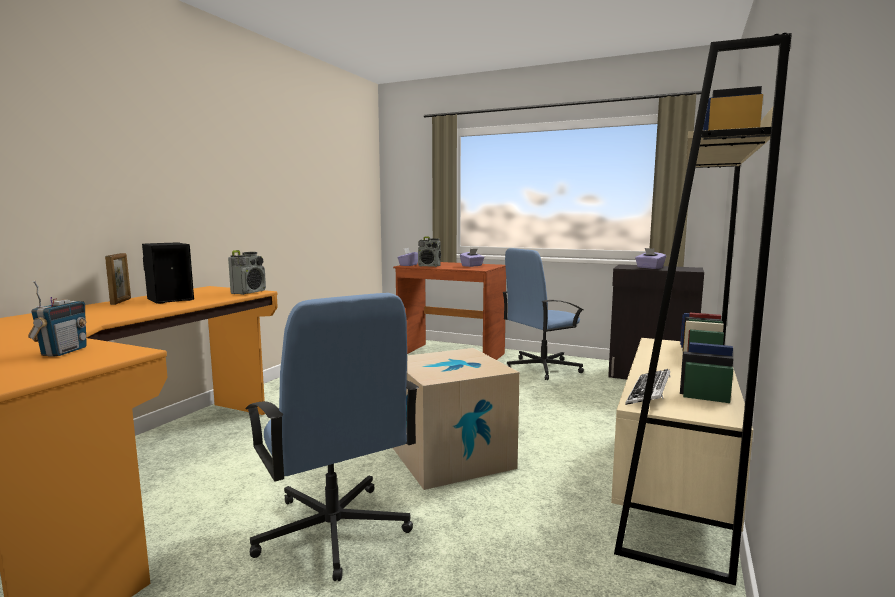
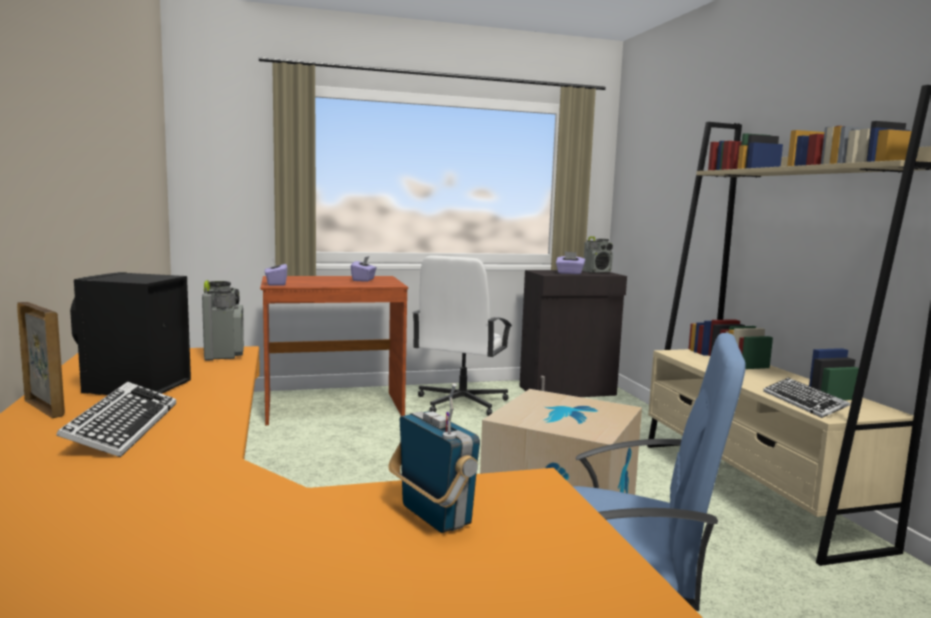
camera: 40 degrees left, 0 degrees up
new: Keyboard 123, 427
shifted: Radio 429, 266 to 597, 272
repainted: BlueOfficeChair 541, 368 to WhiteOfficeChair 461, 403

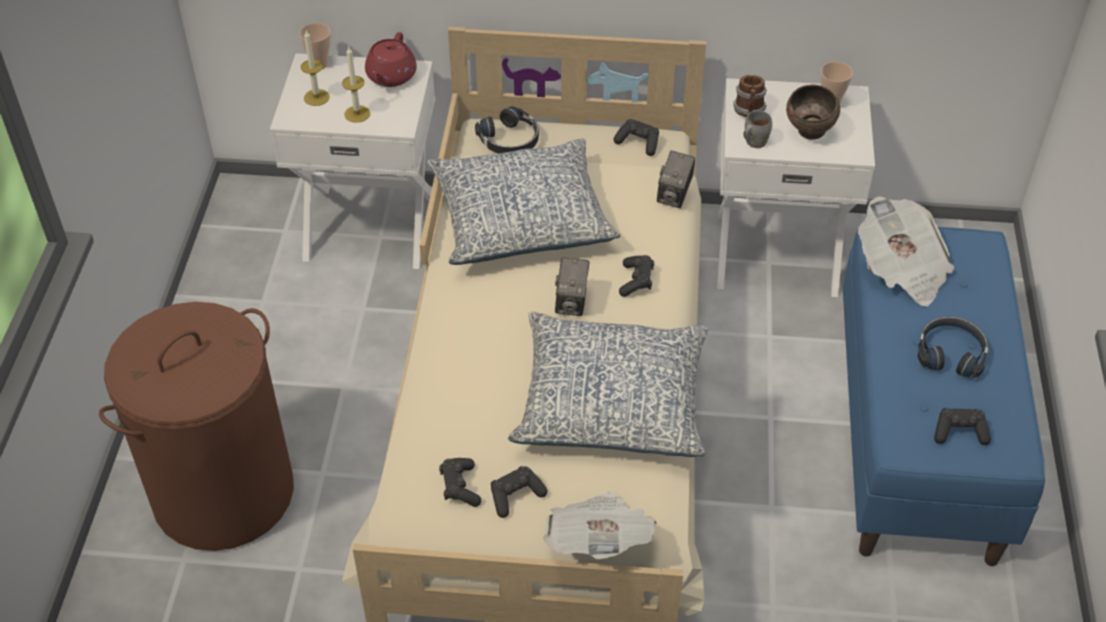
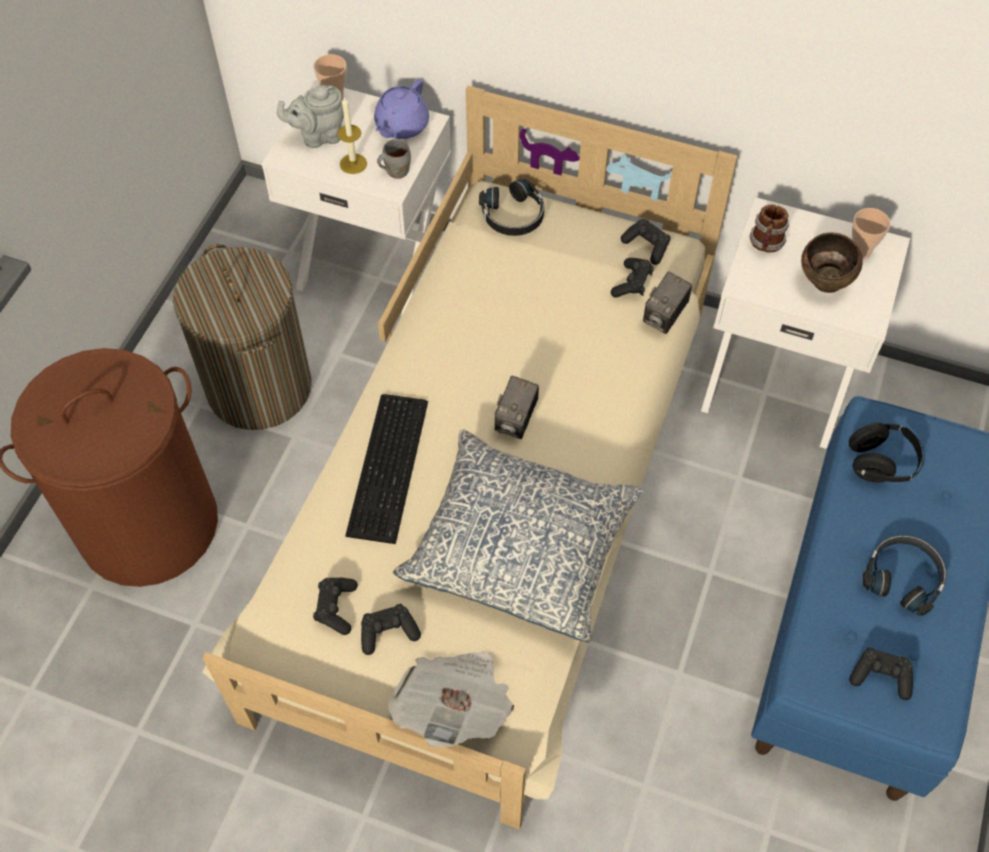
camera: 15 degrees right, 10 degrees up
gone: Pillow 521, 219
new: LaundryBasket 259, 387; Keyboard 391, 466
shifted: BlackGameController 636, 281 to 632, 284; GreyMug 754, 142 to 395, 170
swapped: Candle 316, 97 to GreyTeapot 319, 136; Newspaper 901, 270 to BlackHeadphones 881, 463
repainted: RedTeapot 391, 77 to PurpleTeapot 401, 126

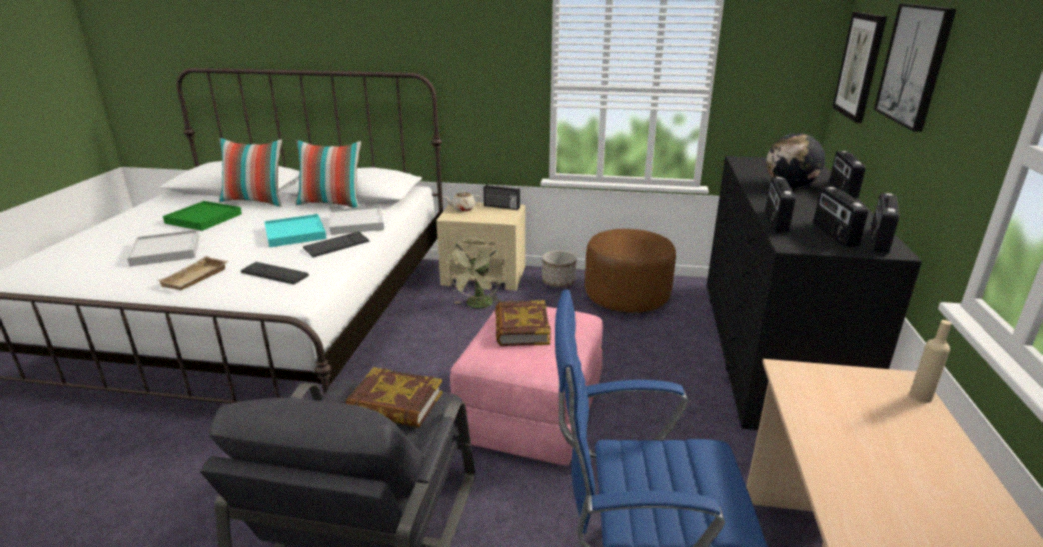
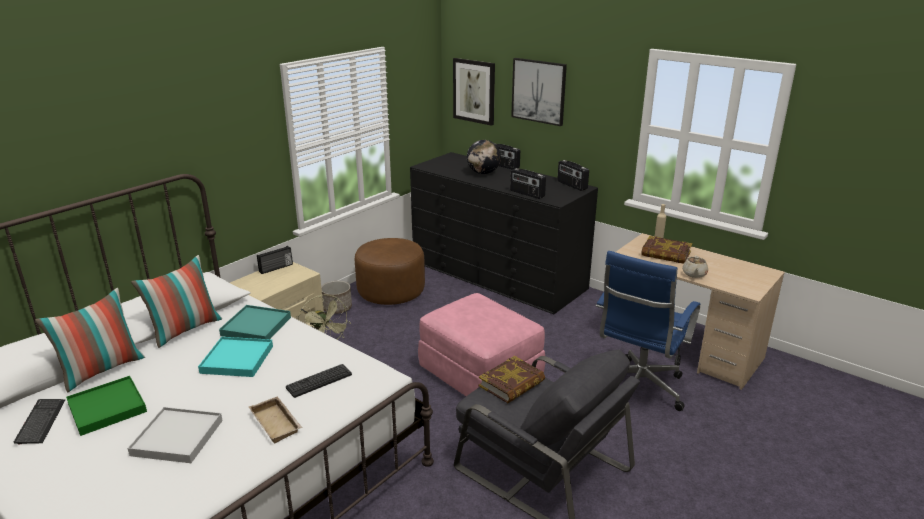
camera: 60 degrees left, 0 degrees up
gone: Radio 834, 235
shifted: Keyboard 336, 246 to 41, 422; BeigeTeapot 463, 209 to 694, 274; Book 521, 328 to 665, 254
repainted: WhiteTray 356, 223 to TurquoiseTray 256, 326

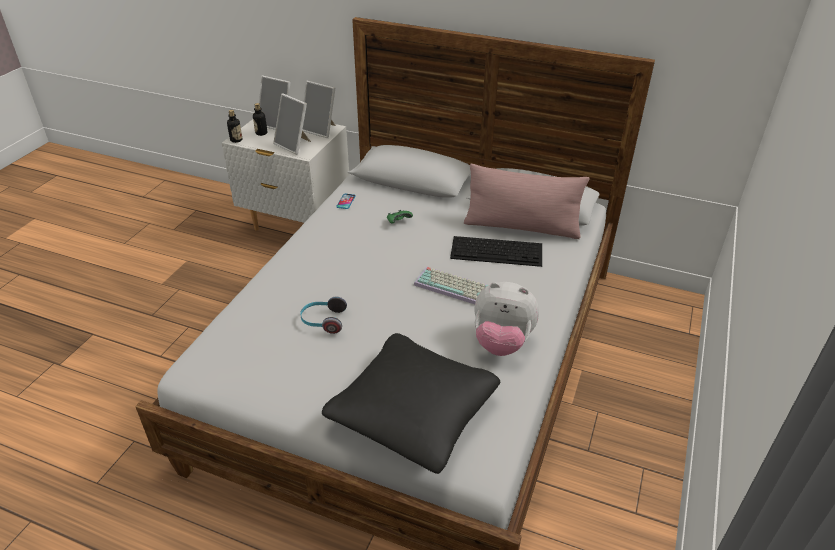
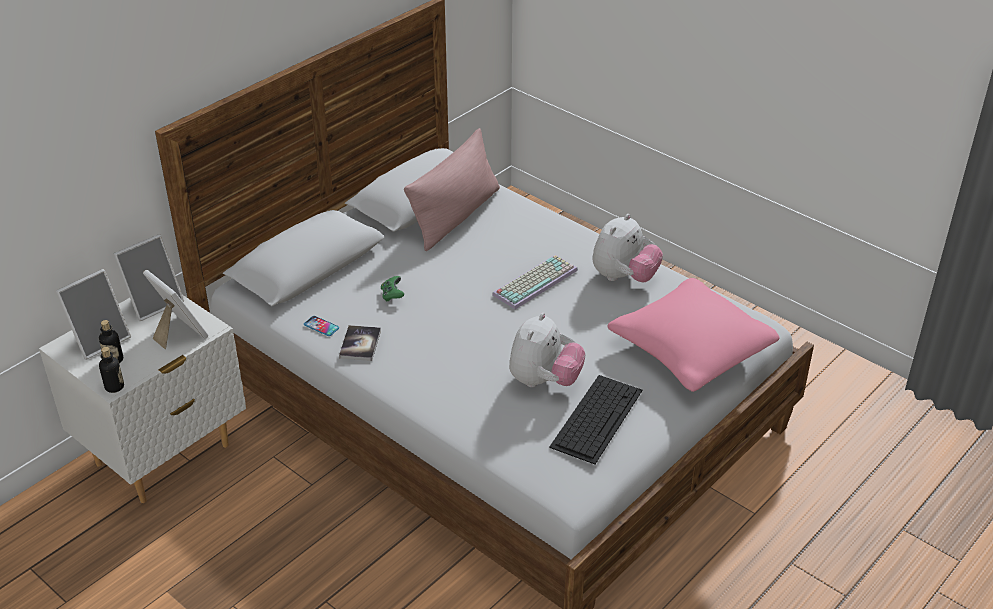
camera: 70 degrees left, 0 degrees up
new: Book 360, 344
shifted: Keyboard 497, 251 to 597, 417
swapped: Headphones 323, 321 to PlushToy 544, 381
repainted: BlackPillow 413, 413 to PinkPillow 691, 349
rotated: PictureFrame 294, 145 = 178, 333 105 degrees counterclockwise

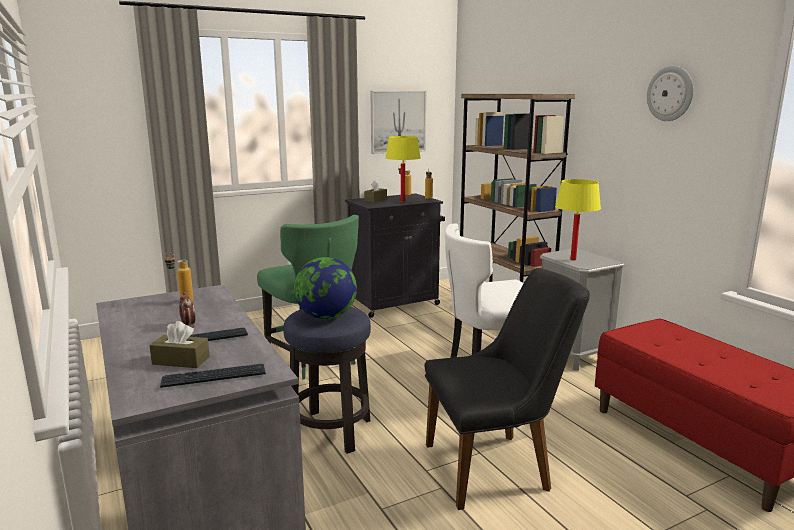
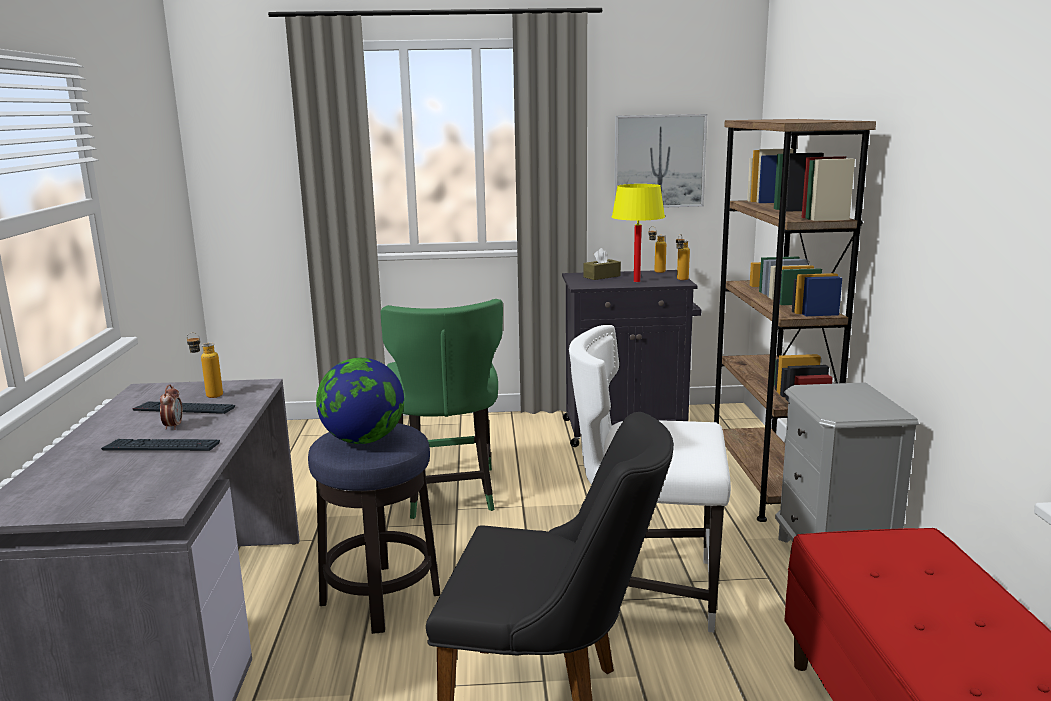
camera: 25 degrees right, 0 degrees up
gone: BrownTissueBox 181, 361; YellowTableLamp 573, 259; WallClock 670, 93
shifted: Keyboard 214, 377 to 184, 410

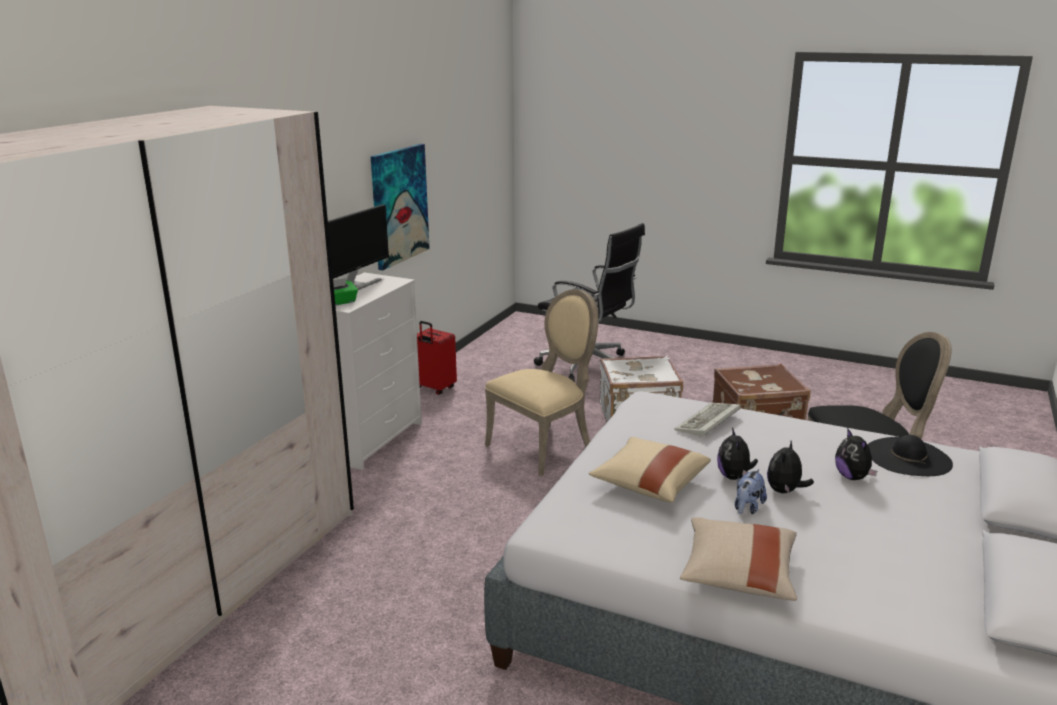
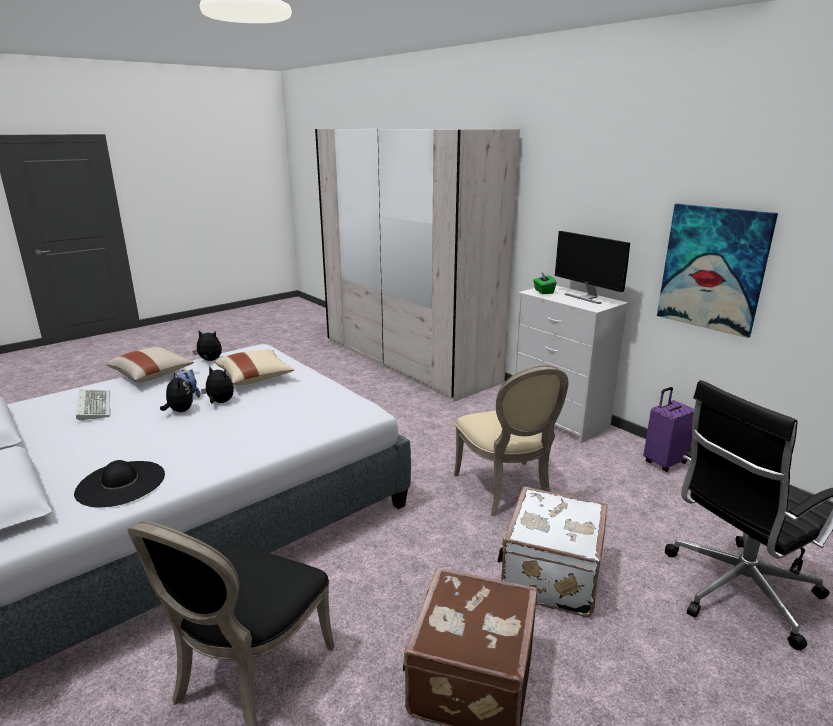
camera: 115 degrees right, 0 degrees up
shifted: Keyboard 707, 422 to 93, 406; PlushToy 853, 477 to 210, 360
repainted: RedSuitcase 434, 388 to PurpleSuitcase 664, 462

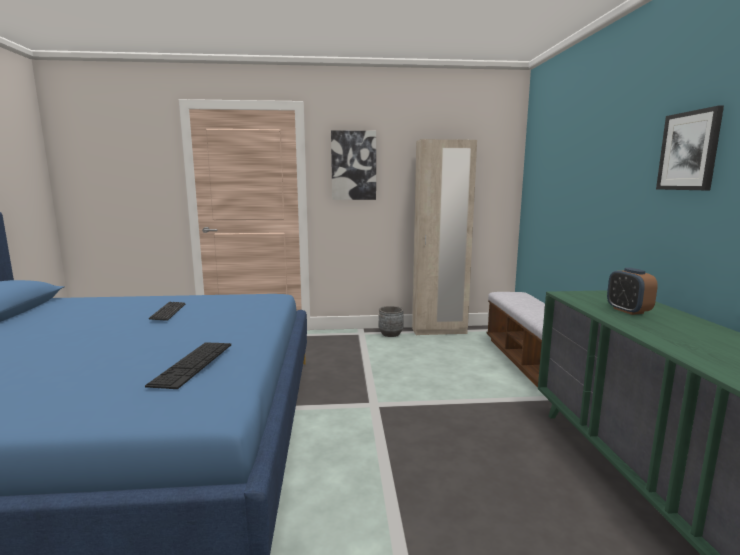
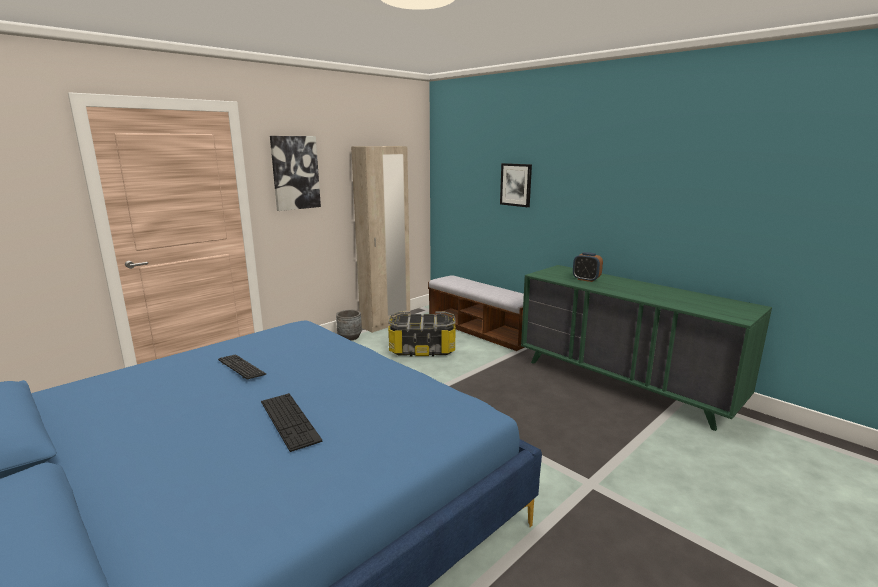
camera: 40 degrees left, 5 degrees up
new: StorageBox 422, 349
shifted: Keyboard 193, 363 to 289, 420; Picture 689, 151 to 516, 184

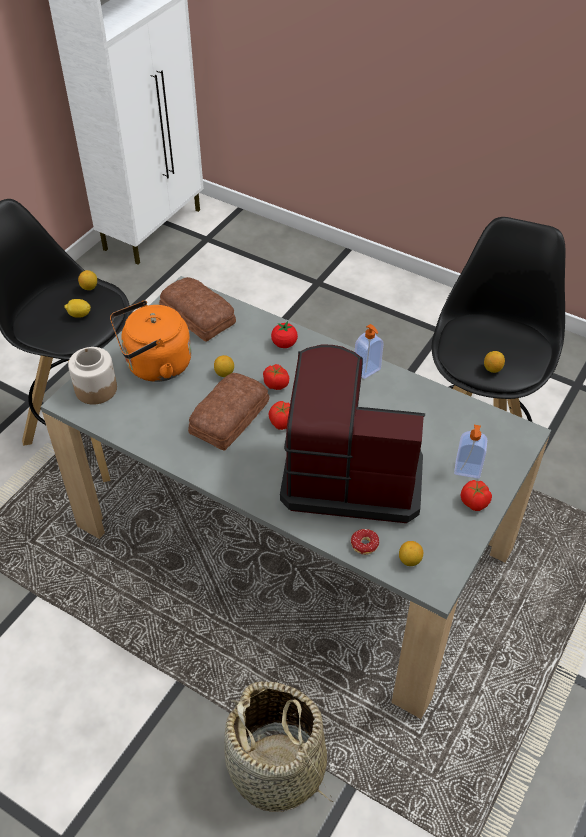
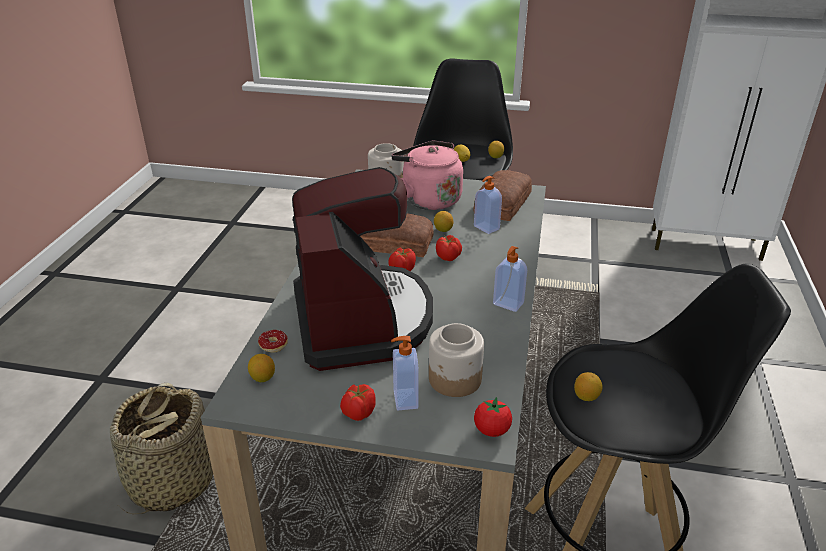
camera: 70 degrees right, 15 degrees down
new: Jar 455, 380; SoapDispenser 486, 228
shifted: Tomato 284, 344 to 492, 430
repainted: OrangeKettle 155, 366 to PinkKettle 428, 199

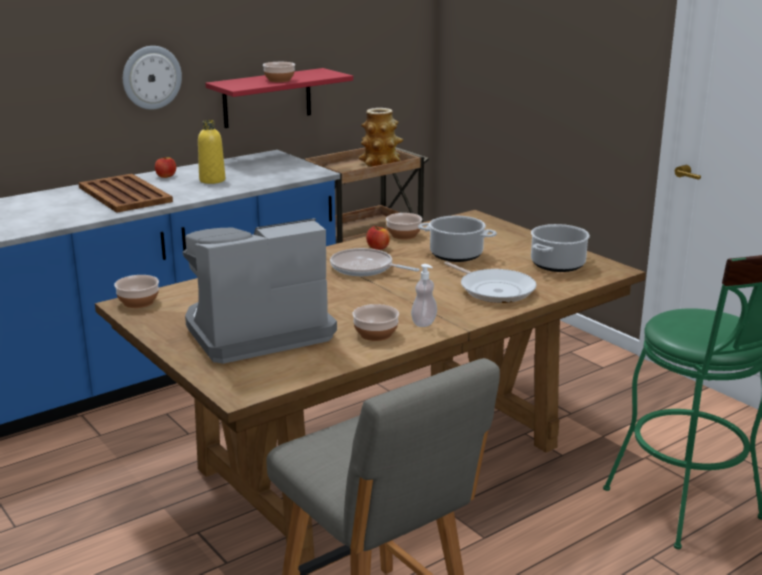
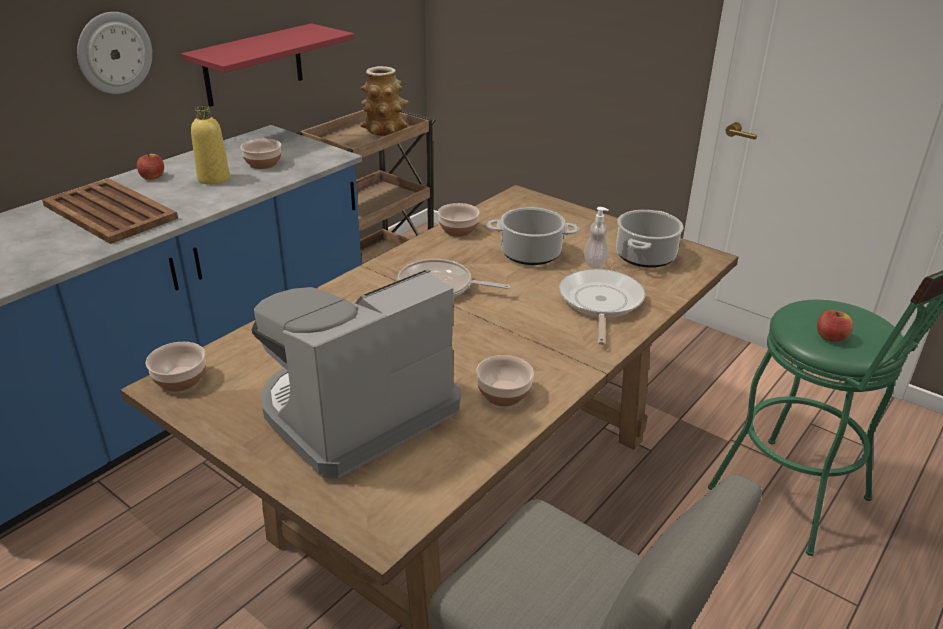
camera: 15 degrees left, 10 degrees up
shifted: Bowl 279, 80 to 263, 164; Apple 378, 247 to 831, 337; SoapDispenser 424, 323 to 594, 263
rotated: FryingPan 494, 290 = 600, 303 120 degrees counterclockwise

